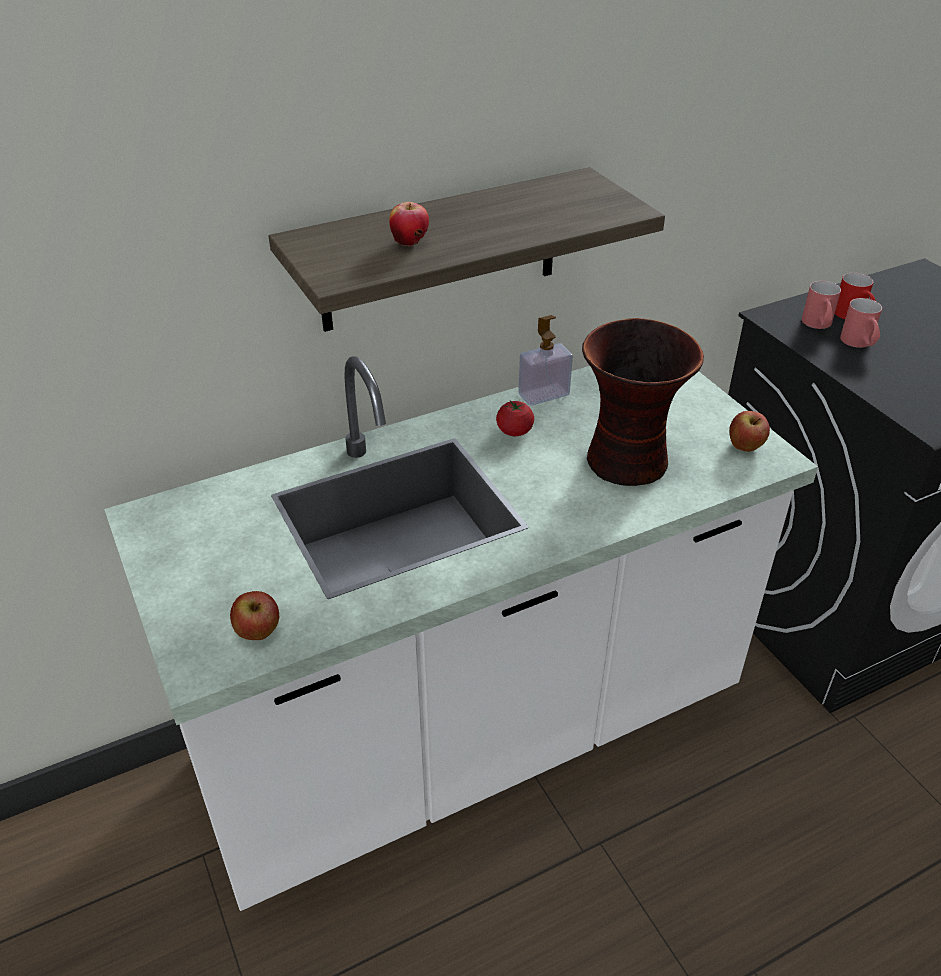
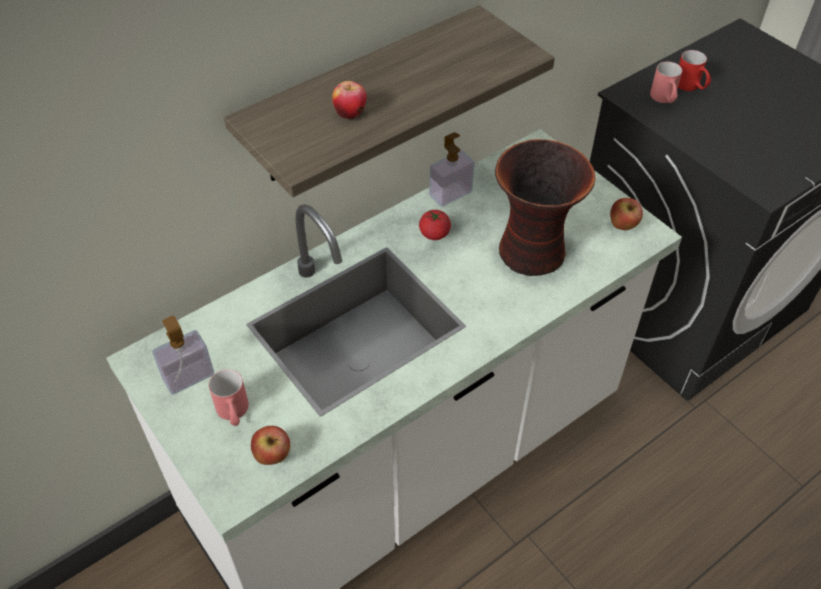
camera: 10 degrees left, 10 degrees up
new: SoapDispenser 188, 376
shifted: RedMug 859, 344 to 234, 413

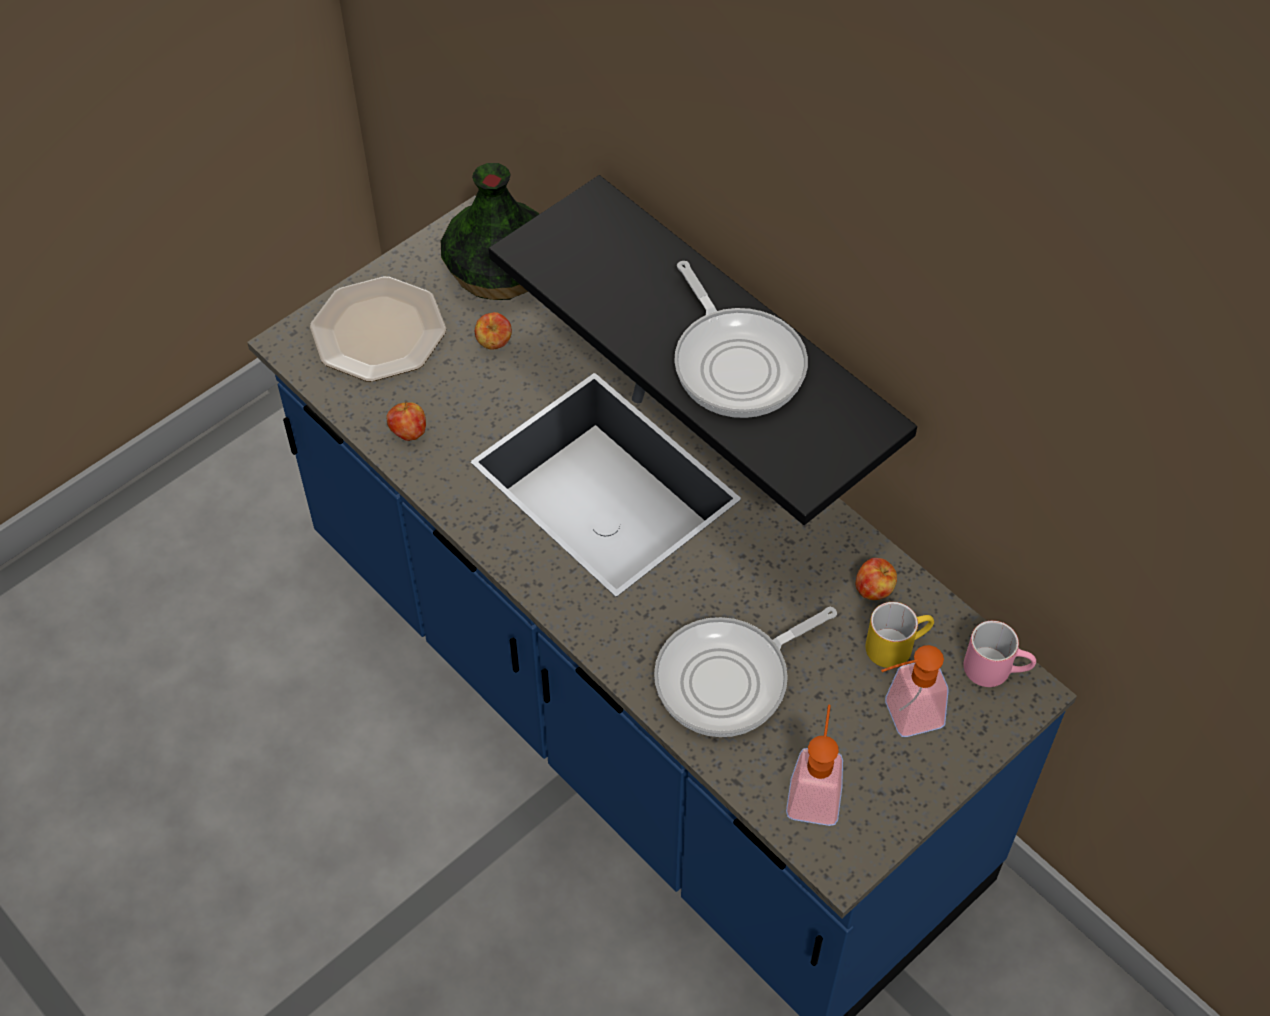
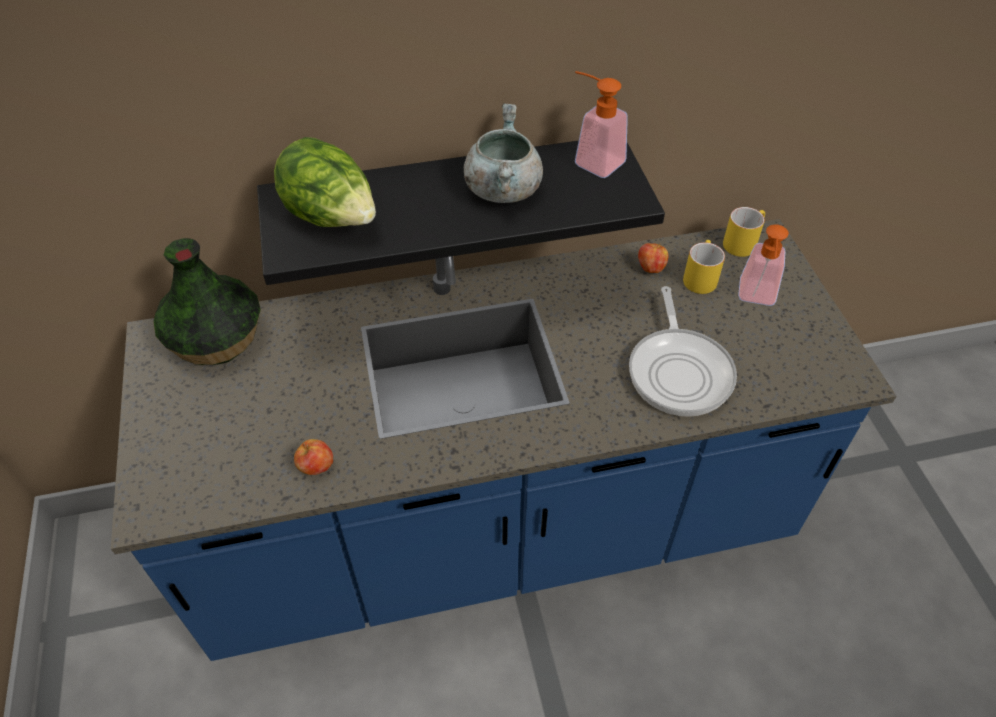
camera: 60 degrees left, 5 degrees down
gone: Plate 379, 330; Apple 494, 343
new: Lettuce 332, 218
shifted: SoapDispenser 815, 791 to 592, 160
swapped: FryingPan 736, 362 to GreyCookingPot 502, 189
repainted: PinkMug 996, 668 to YellowMug 742, 242

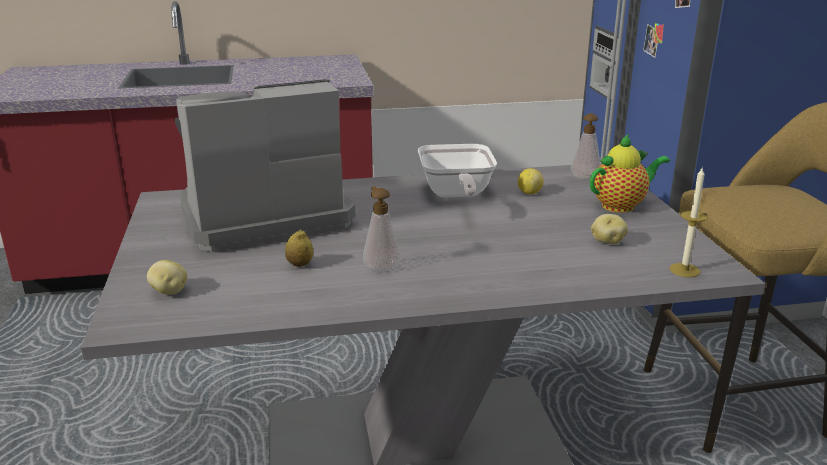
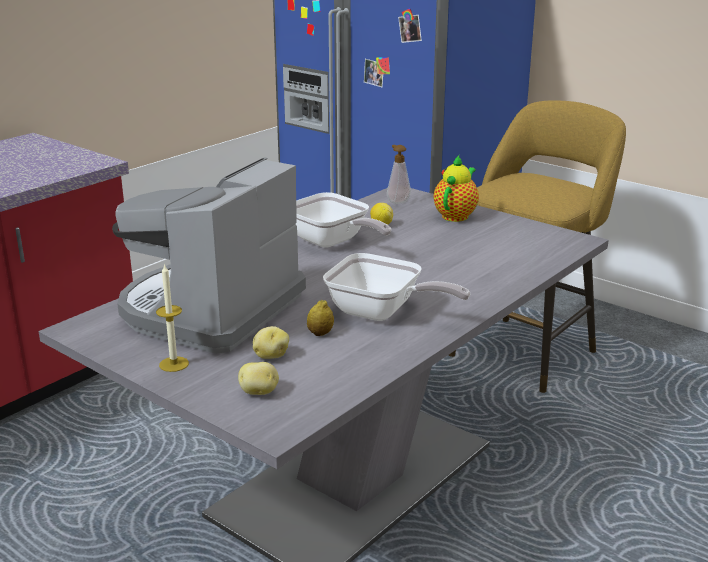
camera: 40 degrees left, 0 degrees up
shifted: Potato 607, 241 to 270, 356; Candle 684, 270 to 174, 364
swapped: SoapDispenser 380, 267 to FryingPan 382, 313

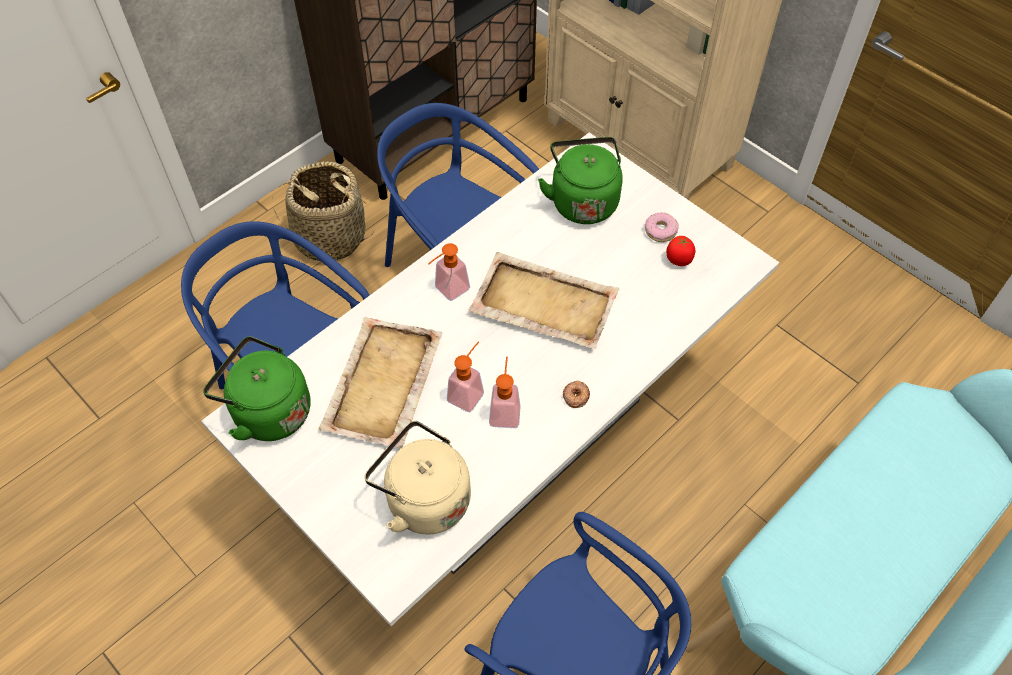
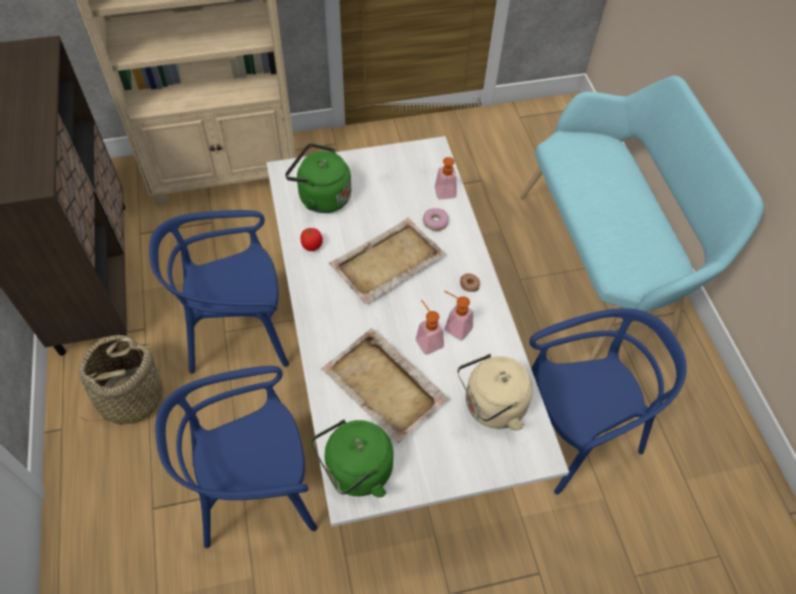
camera: 60 degrees left, 0 degrees up
shifted: SoapDispenser 447, 291 to 446, 195; Donut 660, 231 to 435, 222; Tomato 679, 260 to 312, 246

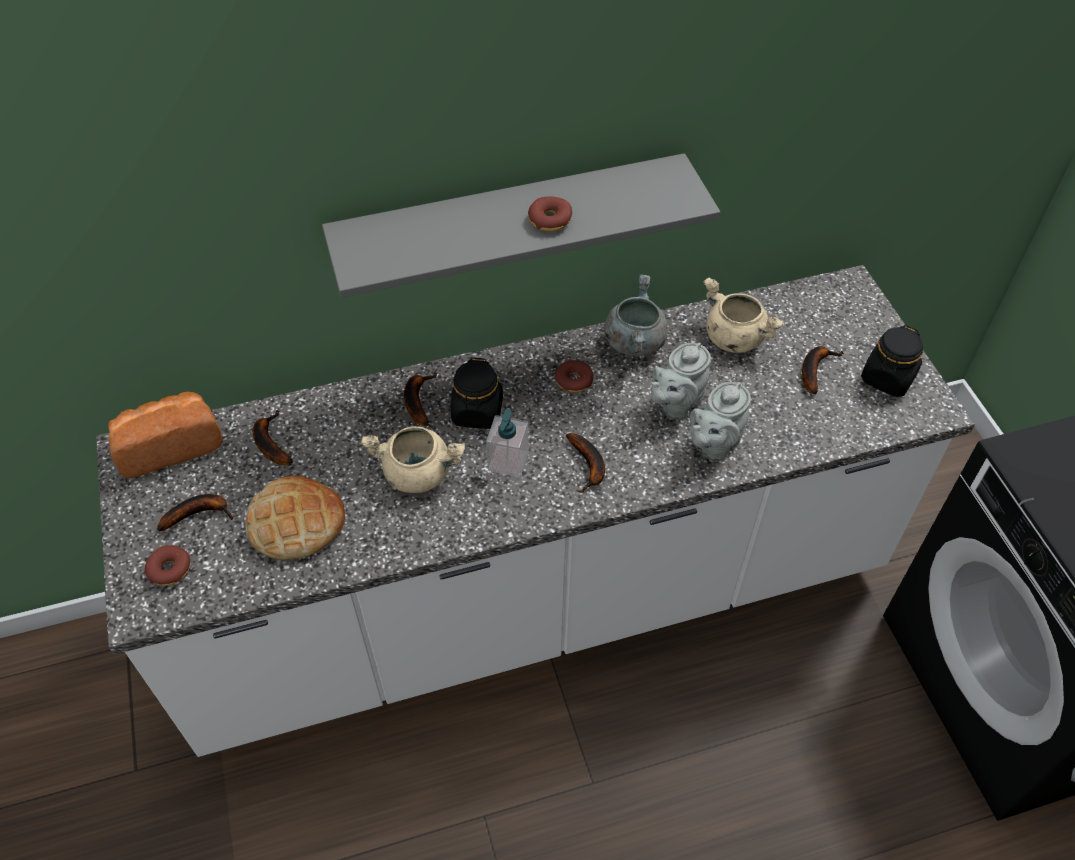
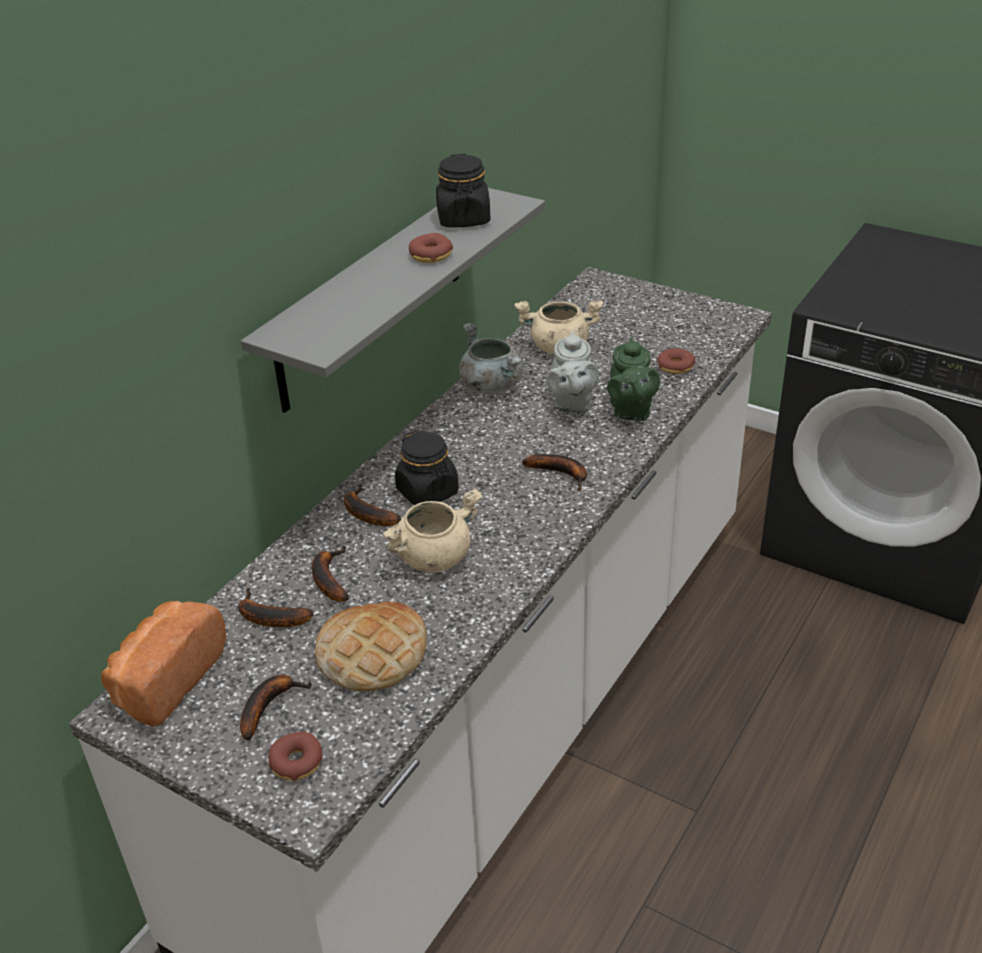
camera: 40 degrees left, 15 degrees down
gone: SoapDispenser 508, 461
shifted: Donut 573, 381 to 675, 367; Banana 814, 369 to 328, 578; BlackJar 887, 378 to 464, 219
repainted: GreyTeapot 713, 444 to GreenTeapot 630, 411

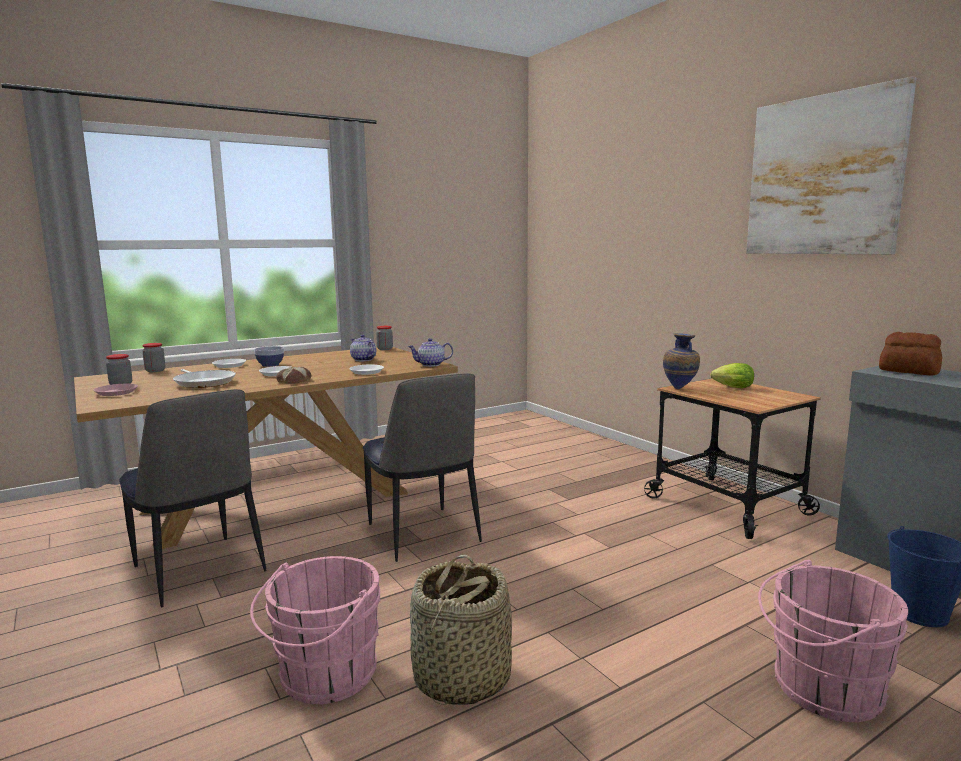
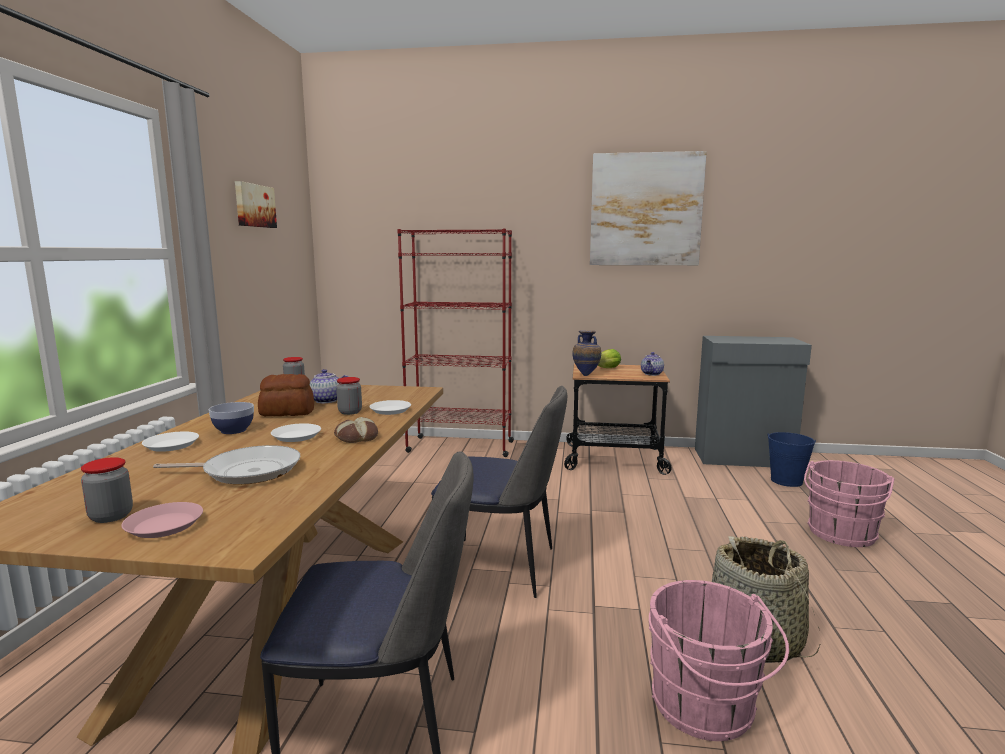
camera: 50 degrees left, 0 degrees up
new: Picture 254, 205; RedBookcase 460, 446
shifted: Jar 155, 371 to 350, 412; Teapot 430, 365 to 652, 374; Bread 908, 371 to 287, 412

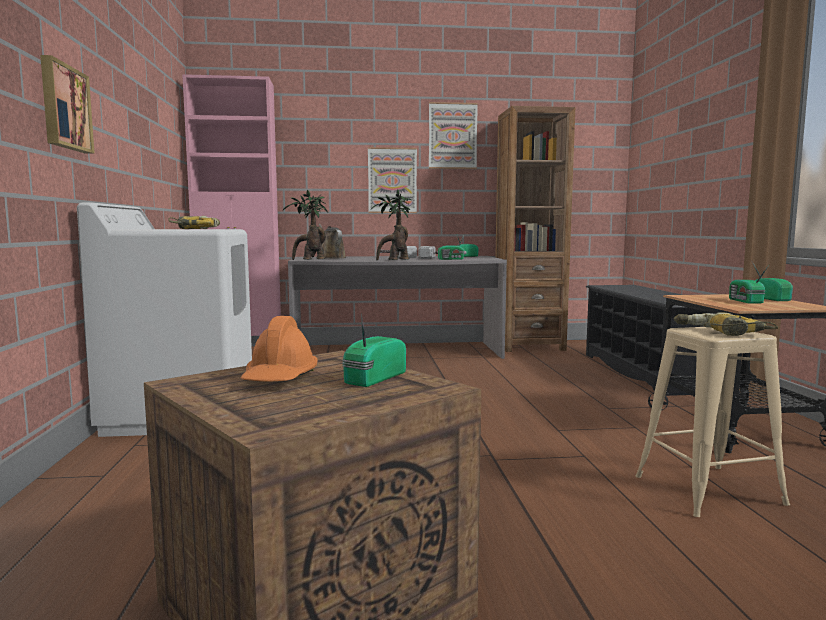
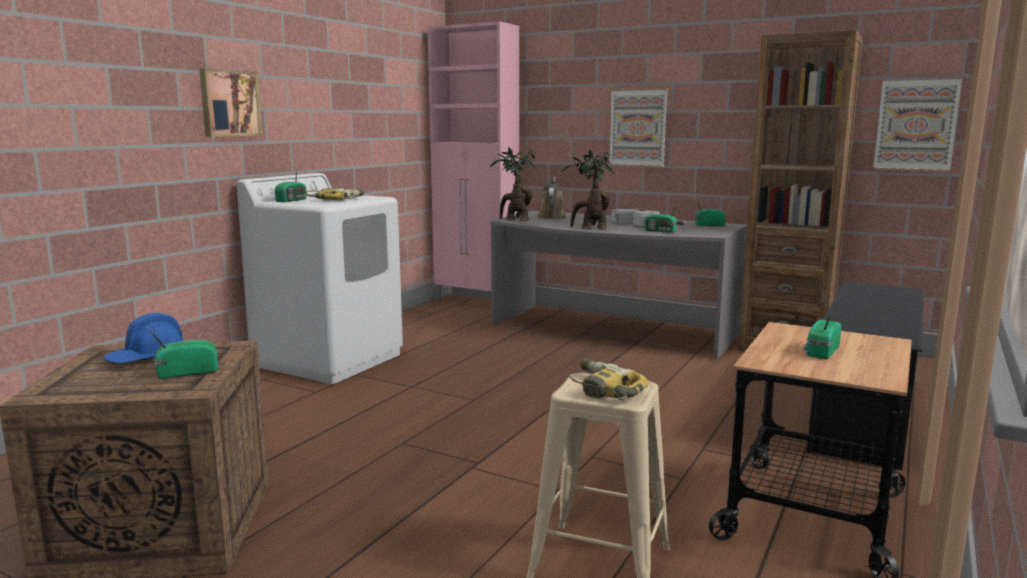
camera: 35 degrees right, 5 degrees up
shifted: Picture 452, 136 to 916, 124; Radio 770, 299 to 292, 200
repainted: OrangeHardHat 280, 378 to BlueHardHat 148, 359

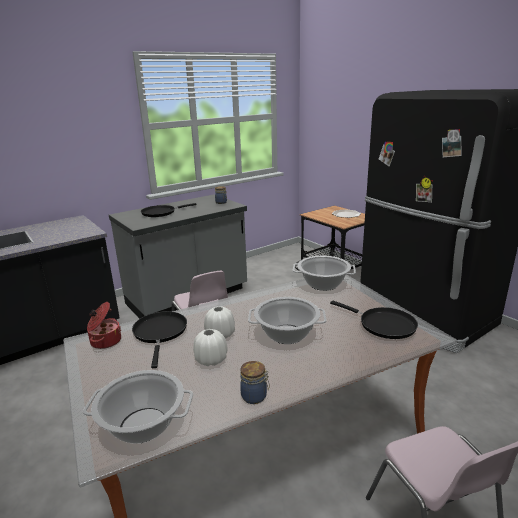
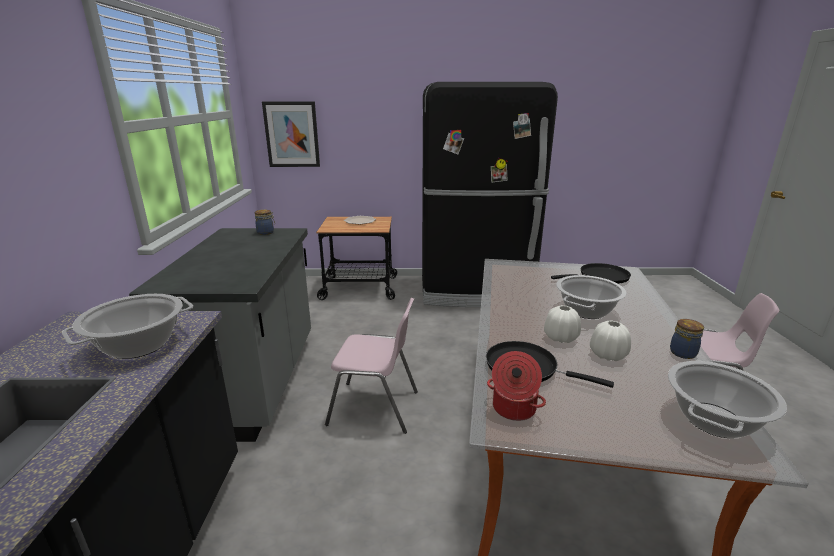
camera: 55 degrees left, 0 degrees up
gone: BlackFryingPan 161, 213
new: Picture 292, 134
shifted: CookingPot 323, 284 to 139, 345

